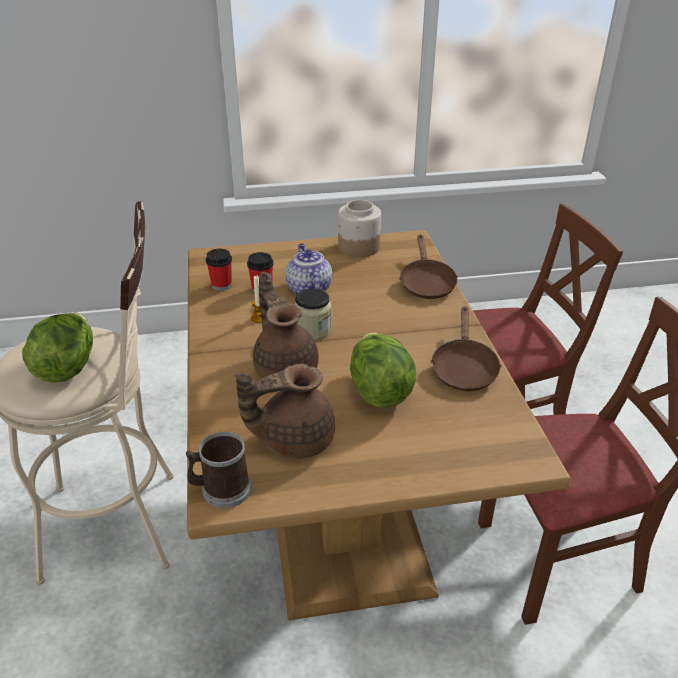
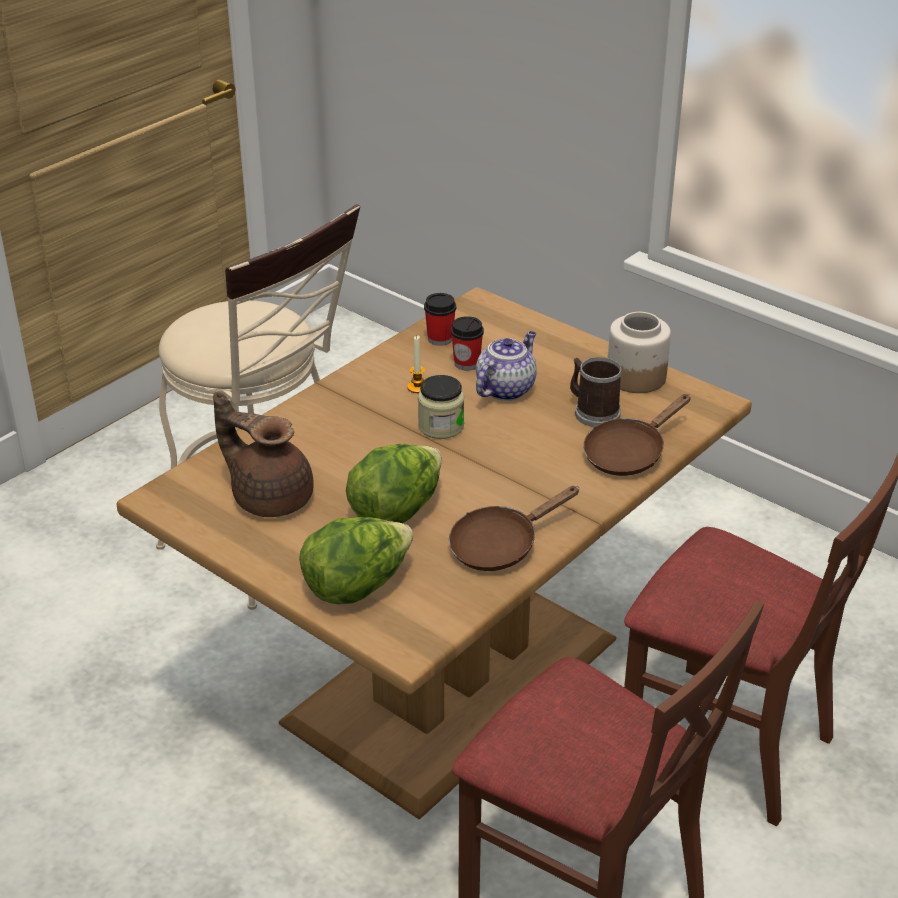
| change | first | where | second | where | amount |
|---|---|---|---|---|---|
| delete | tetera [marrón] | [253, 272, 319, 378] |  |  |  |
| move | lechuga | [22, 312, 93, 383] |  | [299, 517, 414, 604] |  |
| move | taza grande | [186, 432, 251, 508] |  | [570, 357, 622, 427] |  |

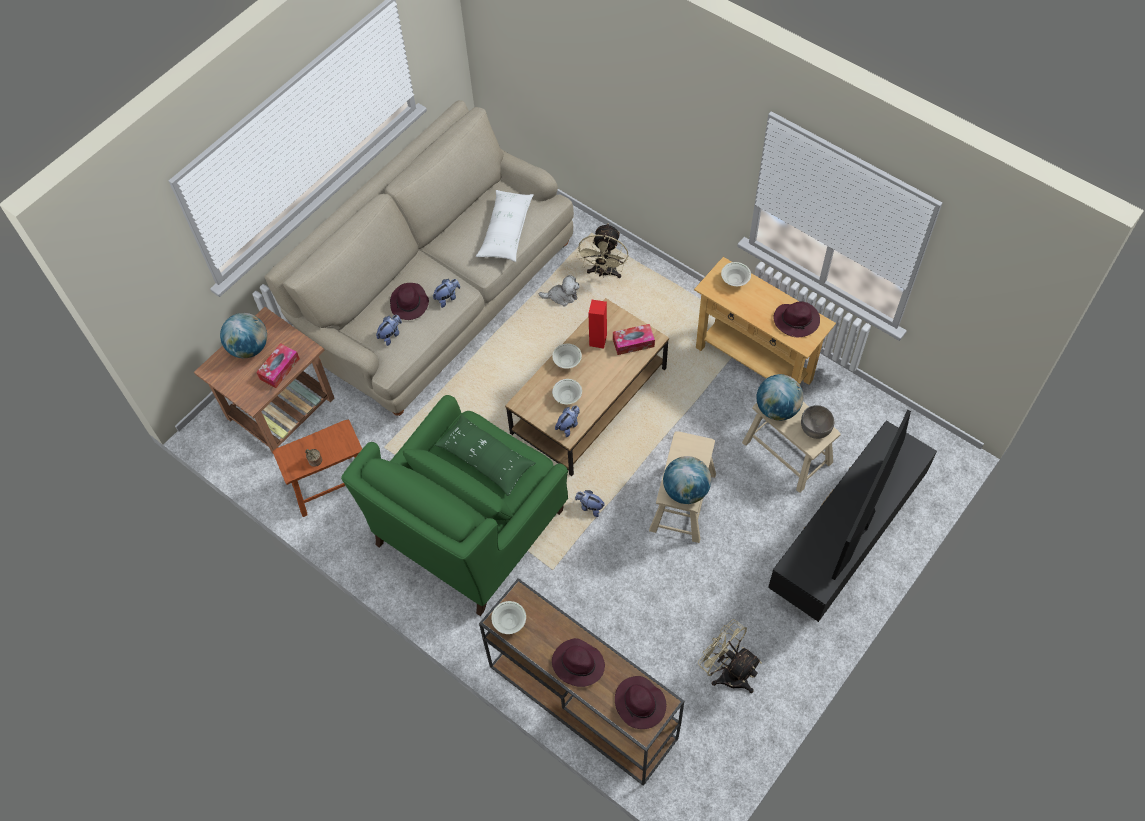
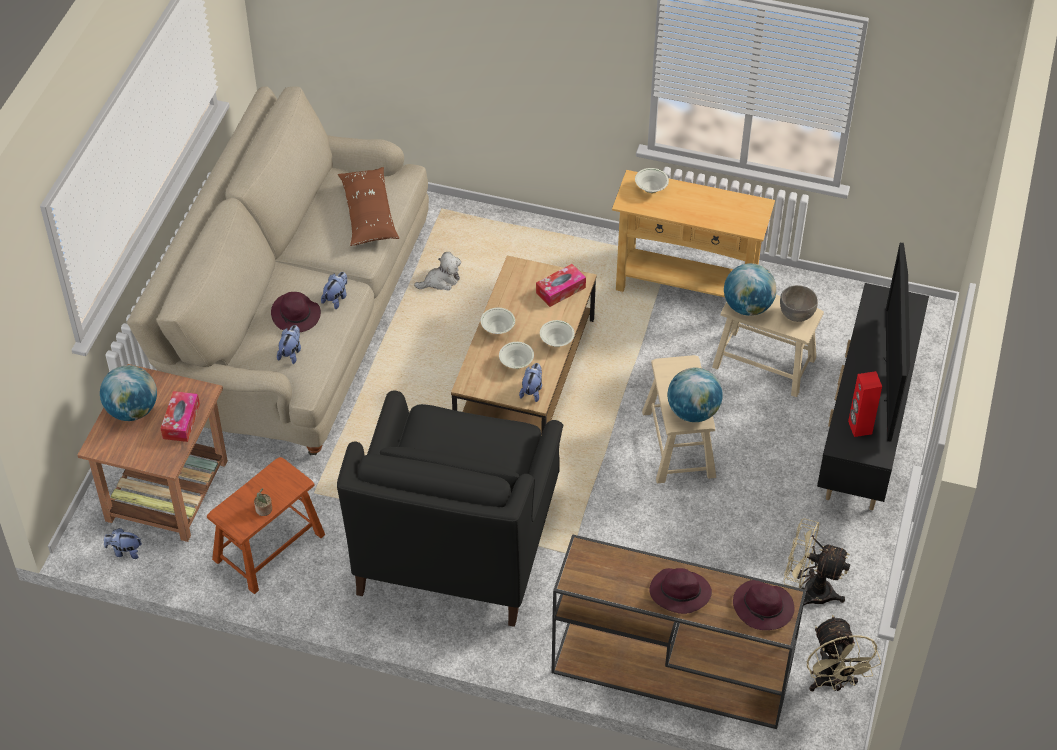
| change | first | where | second | where | amount |
|---|---|---|---|---|---|
| delete | cojín [verde] | [435, 414, 536, 496] |  |  |  |
| delete | sombrero [morado] | [773, 302, 820, 337] |  |  |  |
| move | cuenco [blanco] | [491, 601, 526, 634] |  | [540, 320, 575, 347] |  |
| move | peluche | [575, 490, 604, 517] |  | [104, 528, 142, 559] |  |
| move | ventilador [beis] | [577, 223, 629, 278] |  | [807, 615, 881, 691] |  |
| move | altavoz [rojo] | [588, 300, 607, 348] |  | [848, 371, 882, 437] |  |
| recolor | sillón [verde] | [341, 395, 568, 616] | sillón [negro] | [337, 391, 564, 627] |  |
| recolor | cojín [blanco] | [476, 190, 534, 262] | cojín [marrón] | [338, 167, 399, 246] |  |

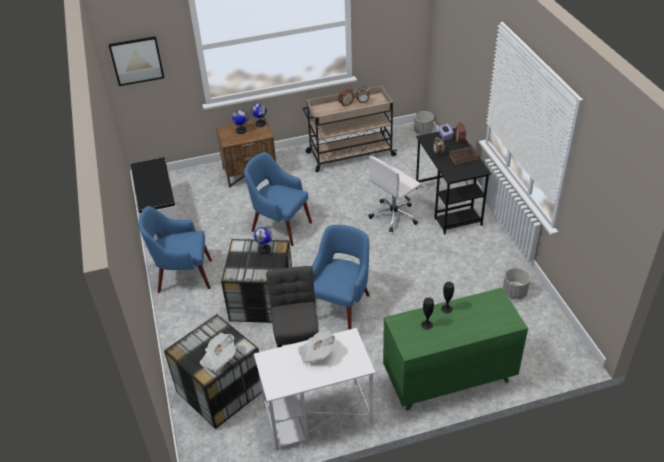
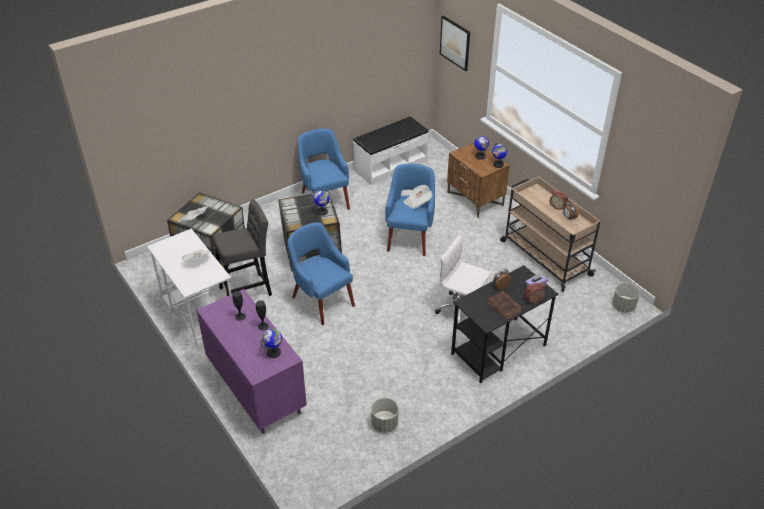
| change | first | where | second | where | amount |
|---|---|---|---|---|---|
| insert |  |  | globo terráqueo | [260, 329, 282, 358] |  |
| insert |  |  | periódico | [404, 185, 432, 209] |  |
| recolor | cómoda [verde] | [383, 288, 528, 411] | cómoda [morado] | [196, 289, 307, 433] |  |
| rotate | sillón [azul] | [312, 225, 370, 330] |  | [287, 222, 355, 325] | 135 degrees counterclockwise |

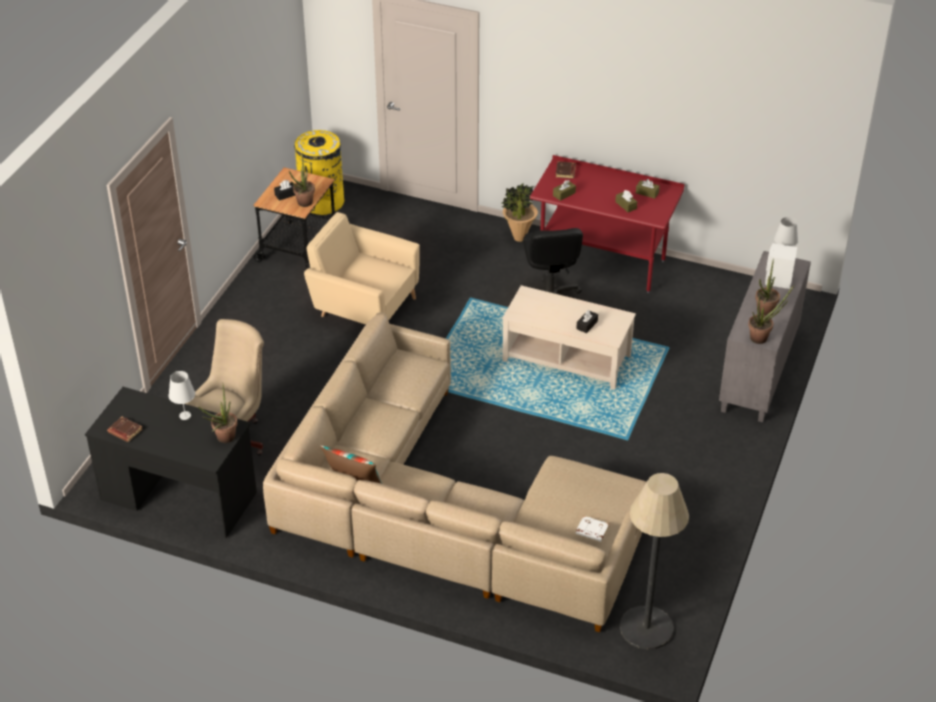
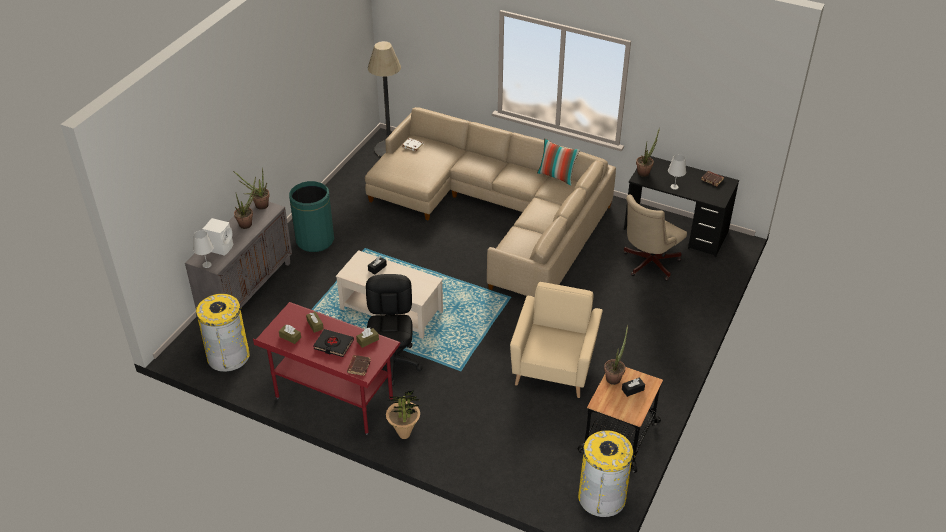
| change | first | where | second | where | amount |
|---|---|---|---|---|---|
| insert |  |  | papelera [amarillo] | [196, 294, 249, 372] |  |
| insert |  |  | papelera [verde] | [289, 181, 334, 252] |  |
| insert |  |  | libro [negro] | [313, 329, 354, 357] |  |
| rotate | sillón [beis] | [304, 212, 420, 325] |  | [510, 282, 603, 398] | 105 degrees counterclockwise |

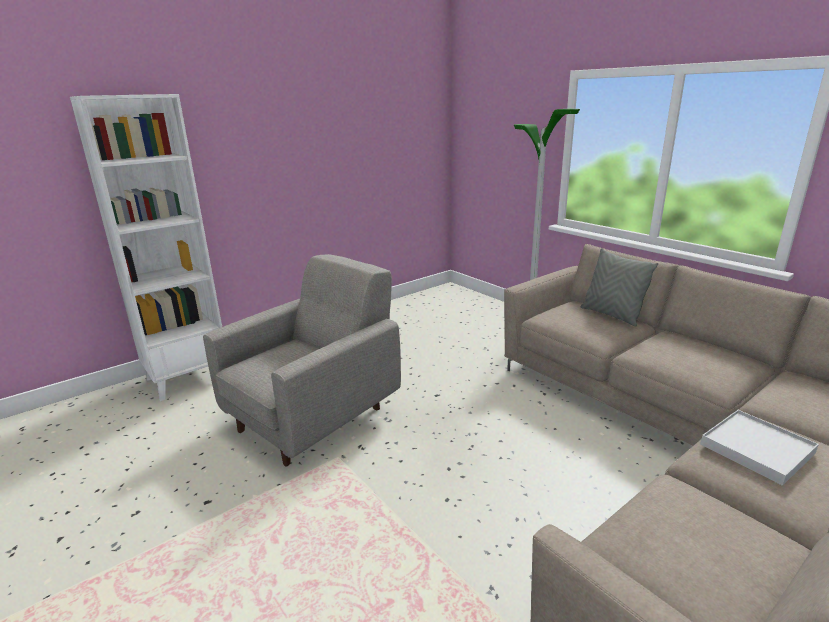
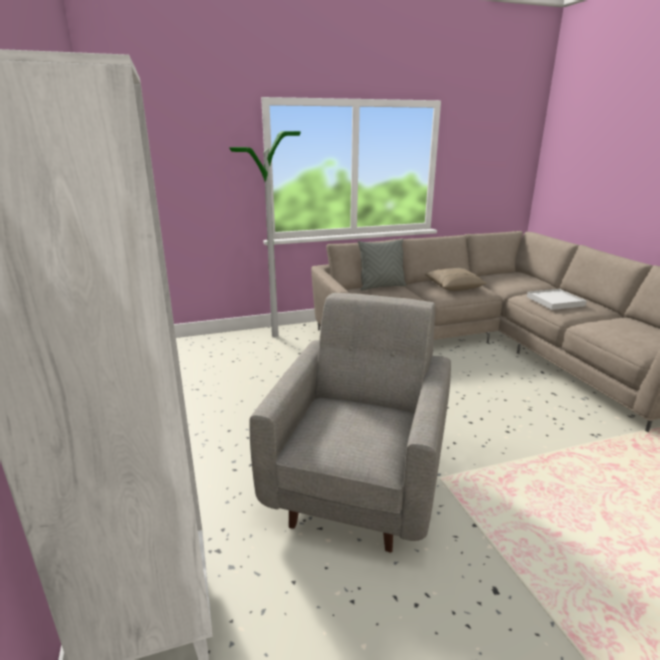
| change | first | where | second | where | amount |
|---|---|---|---|---|---|
| insert |  |  | cojín [beis] | [424, 268, 487, 291] |  |
| rotate | sillón [gris] | [203, 254, 401, 467] |  | [250, 293, 451, 553] | 45 degrees clockwise |

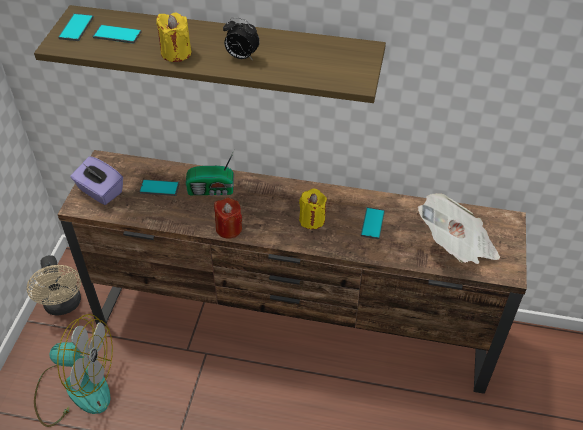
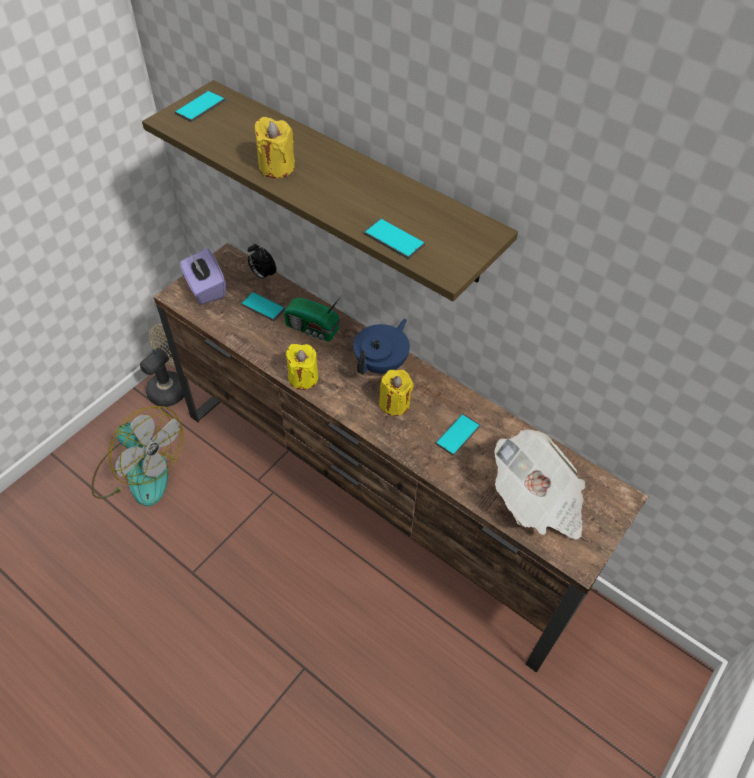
| change | first | where | second | where | amount |
|---|---|---|---|---|---|
| insert |  |  | tetera [azul] | [353, 319, 410, 375] |  |
| move | móvil | [93, 25, 141, 44] |  | [364, 218, 425, 259] |  |
| move | despertador | [223, 17, 260, 59] |  | [248, 243, 277, 281] |  |
| recolor | vela [rojo] | [214, 198, 242, 239] | vela [amarillo] | [285, 344, 318, 390] |  |
| rotate | ventilador [beis] | [27, 255, 81, 316] |  | [140, 324, 184, 407] | 150 degrees counterclockwise |

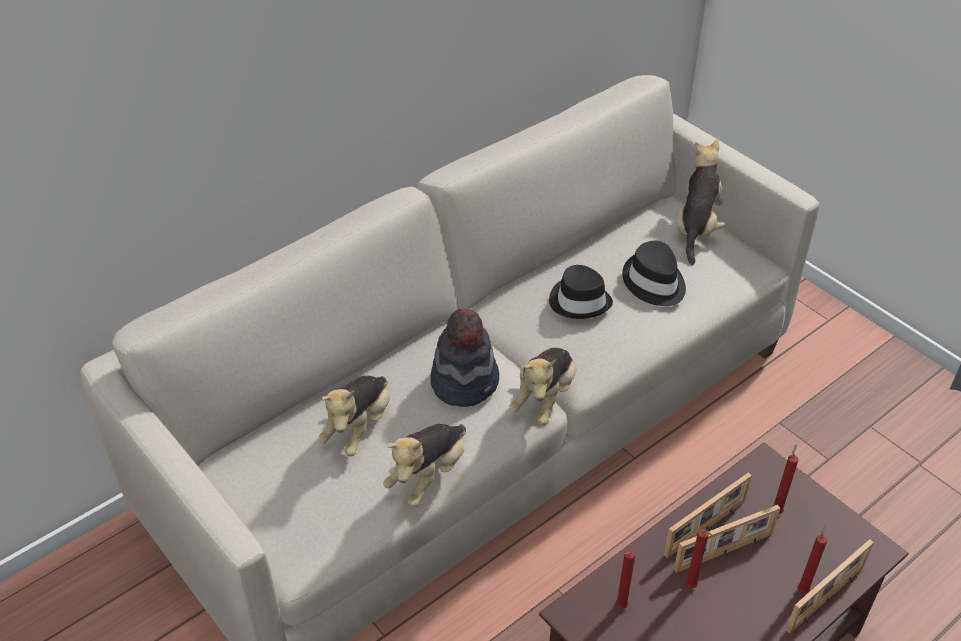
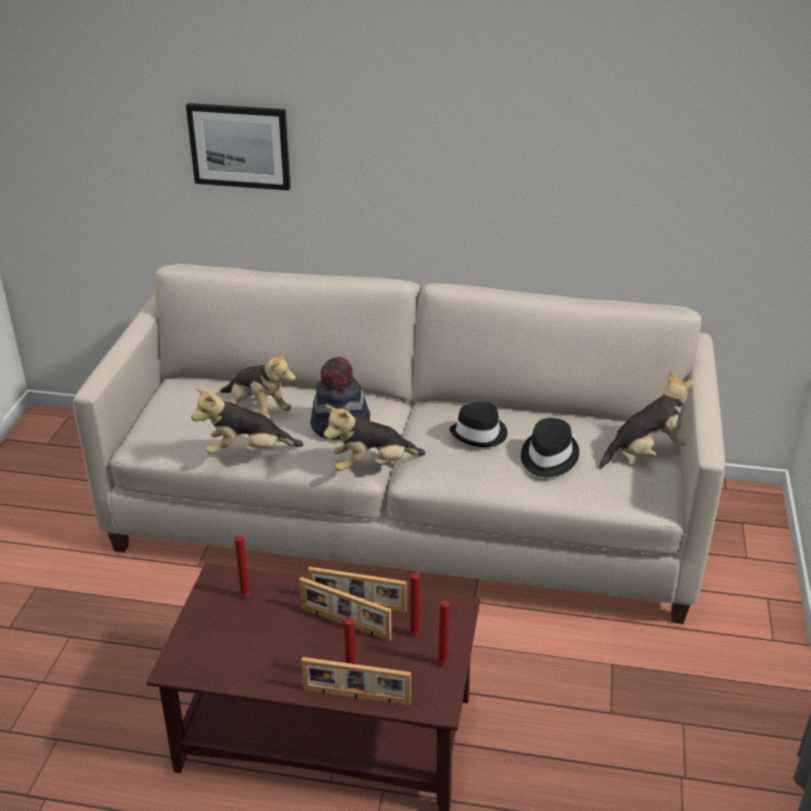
| change | first | where | second | where | amount |
|---|---|---|---|---|---|
| insert |  |  | cuadro | [186, 103, 291, 191] |  |
| move | vela [rojo] | [685, 529, 712, 588] |  | [437, 600, 450, 664] |  |
| rotate | peluche | [318, 376, 390, 456] |  | [220, 348, 296, 419] | 120 degrees counterclockwise |

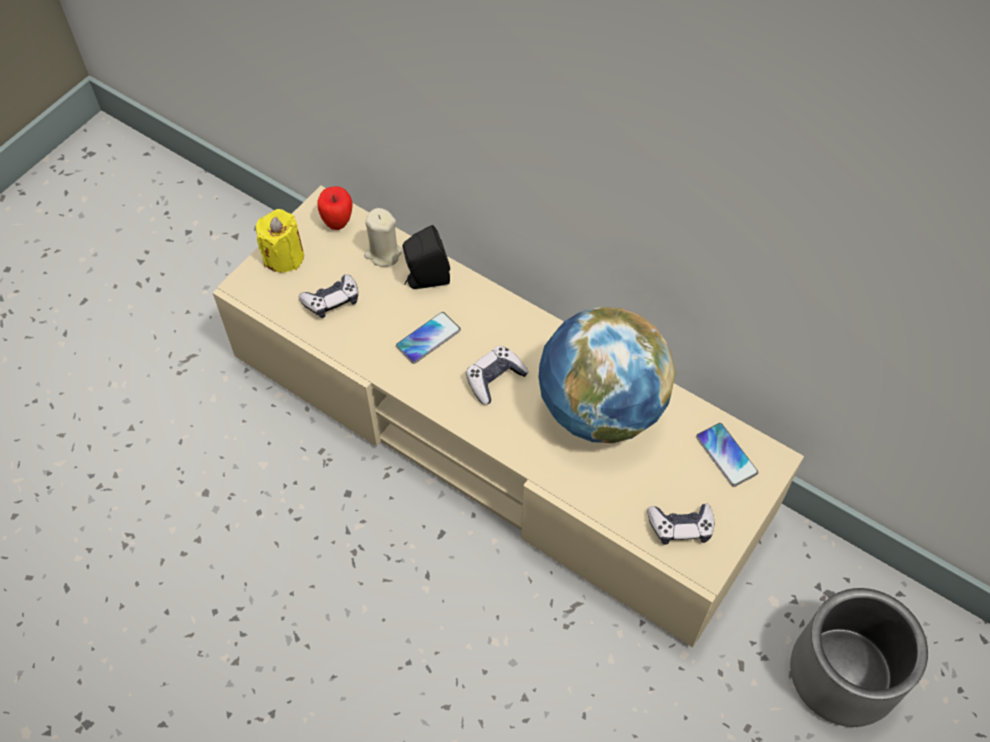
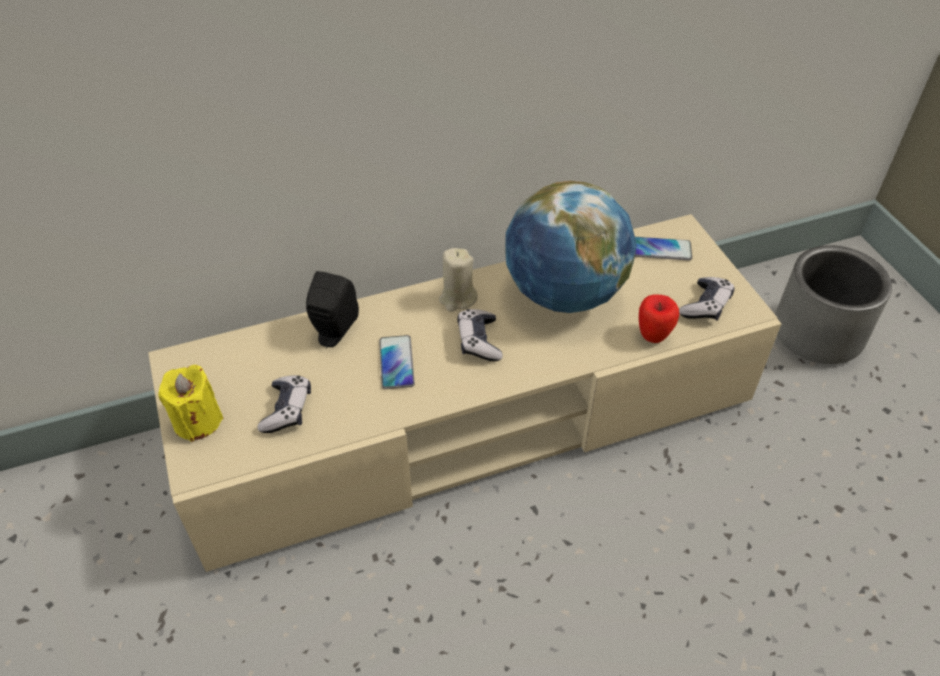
| change | first | where | second | where | amount |
|---|---|---|---|---|---|
| move | manzana | [317, 186, 352, 230] |  | [639, 294, 679, 343] |  |
| move | vela [beis] | [364, 208, 403, 267] |  | [439, 248, 478, 312] |  |

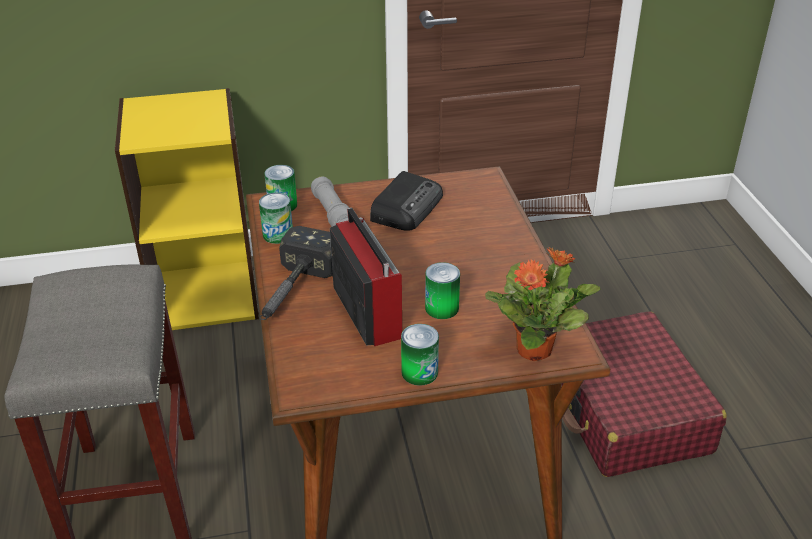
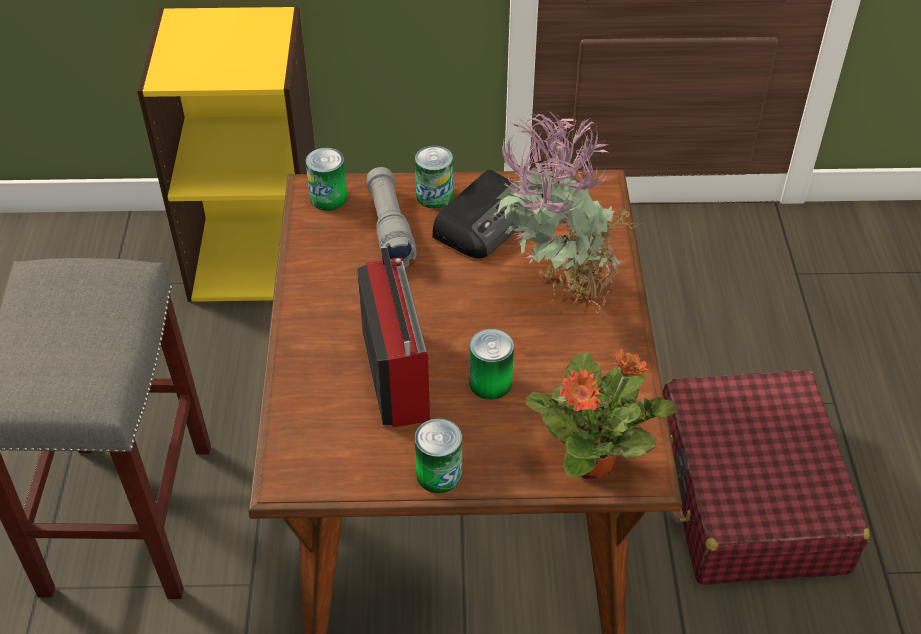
| change | first | where | second | where | amount |
|---|---|---|---|---|---|
| delete | martillo | [259, 226, 333, 320] |  |  |  |
| insert |  |  | planta en maceta | [496, 111, 639, 313] |  |
| move | lata | [259, 193, 293, 244] |  | [415, 146, 453, 209] |  |

